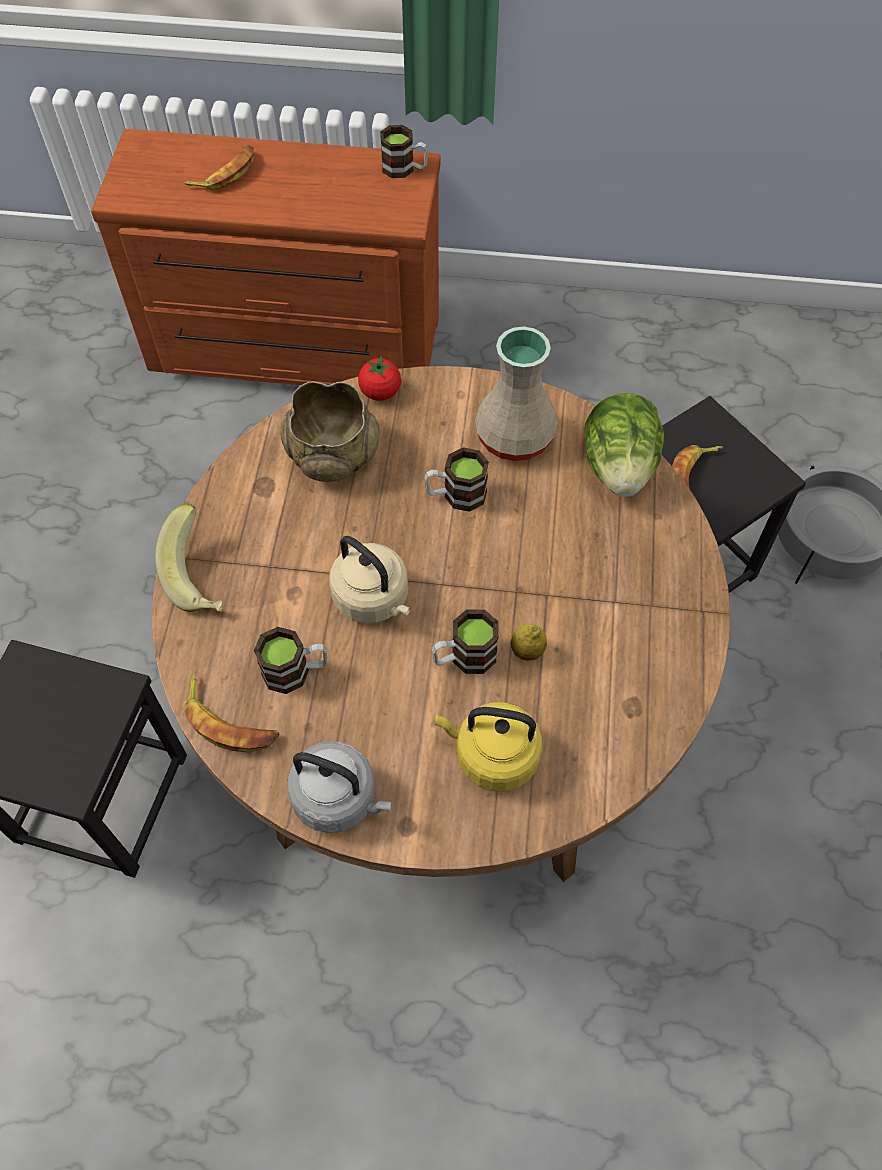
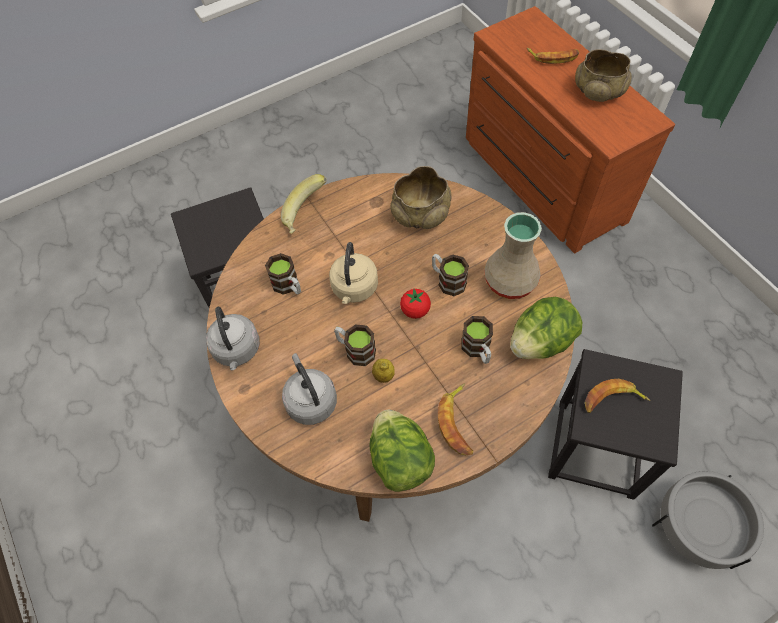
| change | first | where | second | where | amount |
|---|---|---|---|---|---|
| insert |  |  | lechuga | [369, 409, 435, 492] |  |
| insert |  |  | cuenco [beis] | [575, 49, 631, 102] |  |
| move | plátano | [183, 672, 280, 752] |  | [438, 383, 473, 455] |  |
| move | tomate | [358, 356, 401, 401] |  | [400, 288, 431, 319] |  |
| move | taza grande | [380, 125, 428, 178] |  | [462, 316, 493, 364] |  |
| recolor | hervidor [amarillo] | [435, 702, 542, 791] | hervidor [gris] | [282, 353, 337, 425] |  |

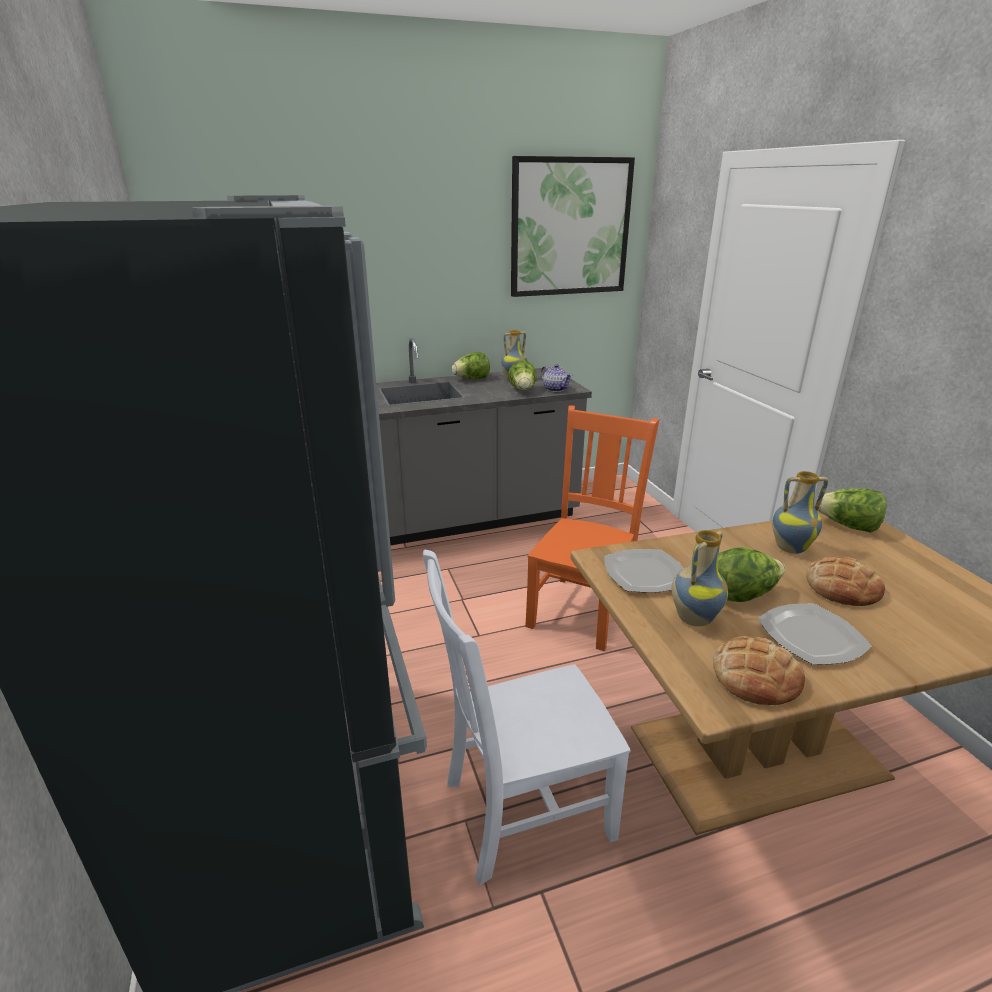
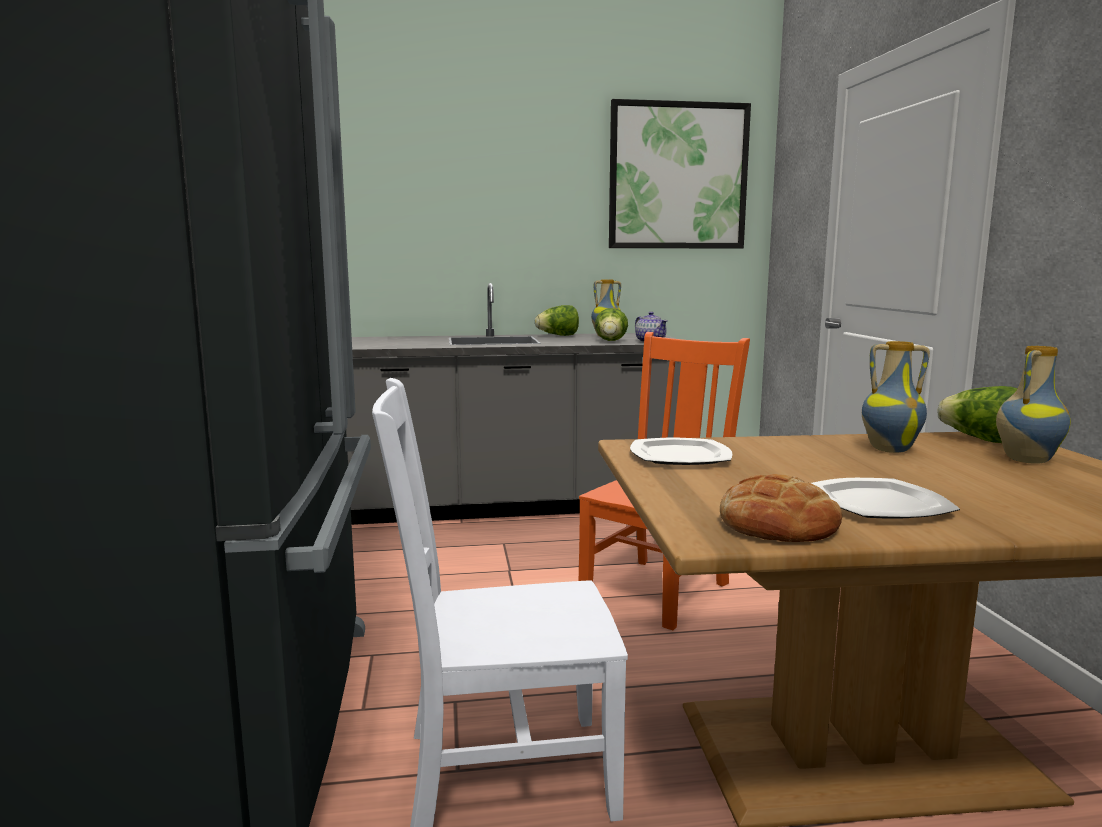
| change | first | where | second | where | amount |
|---|---|---|---|---|---|
| delete | lechuga | [718, 547, 786, 602] |  |  |  |
| delete | pan | [806, 556, 885, 606] |  |  |  |
| move | florero | [671, 530, 728, 627] |  | [996, 346, 1071, 464] |  |

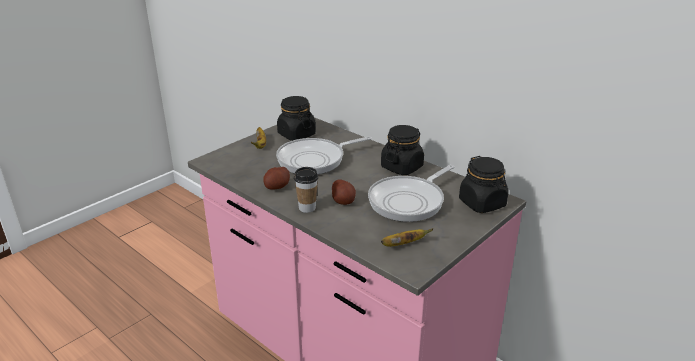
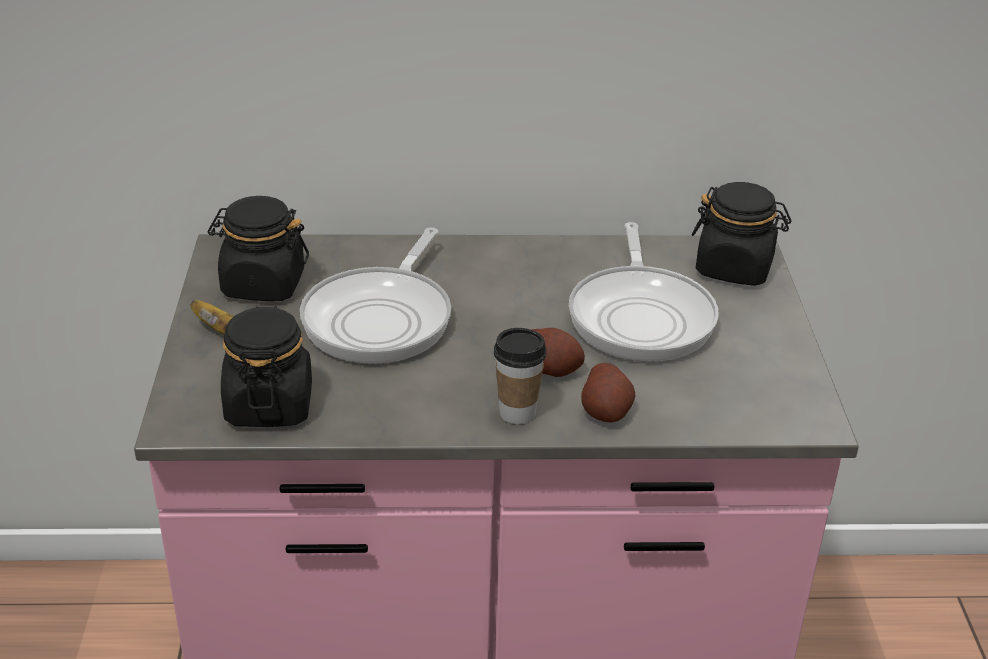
| change | first | where | second | where | amount |
|---|---|---|---|---|---|
| delete | plátano | [381, 228, 433, 247] |  |  |  |
| move | patata | [263, 167, 290, 190] |  | [581, 363, 635, 422] |  |
| move | tarro [negro] | [381, 125, 424, 175] |  | [221, 306, 312, 427] |  |

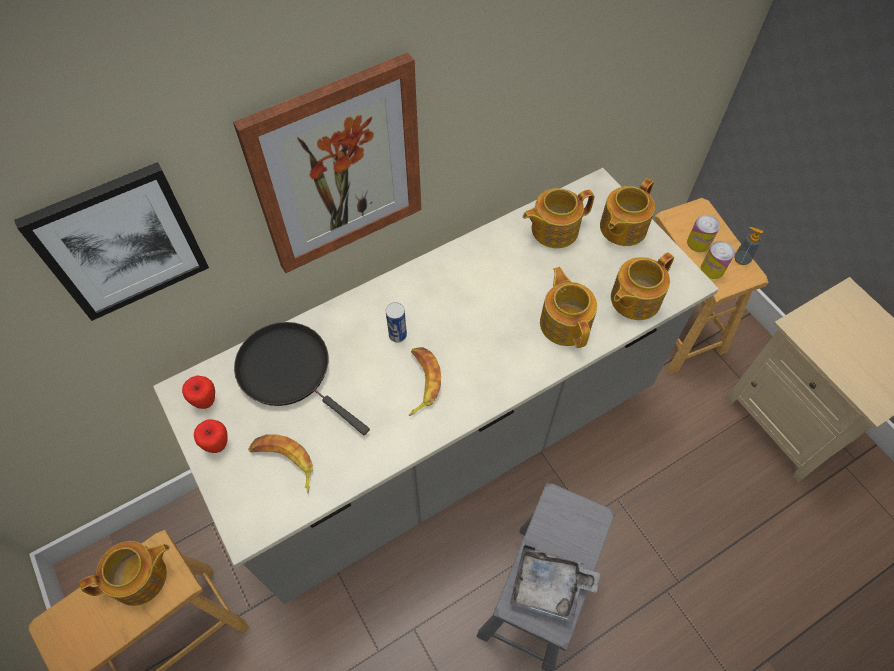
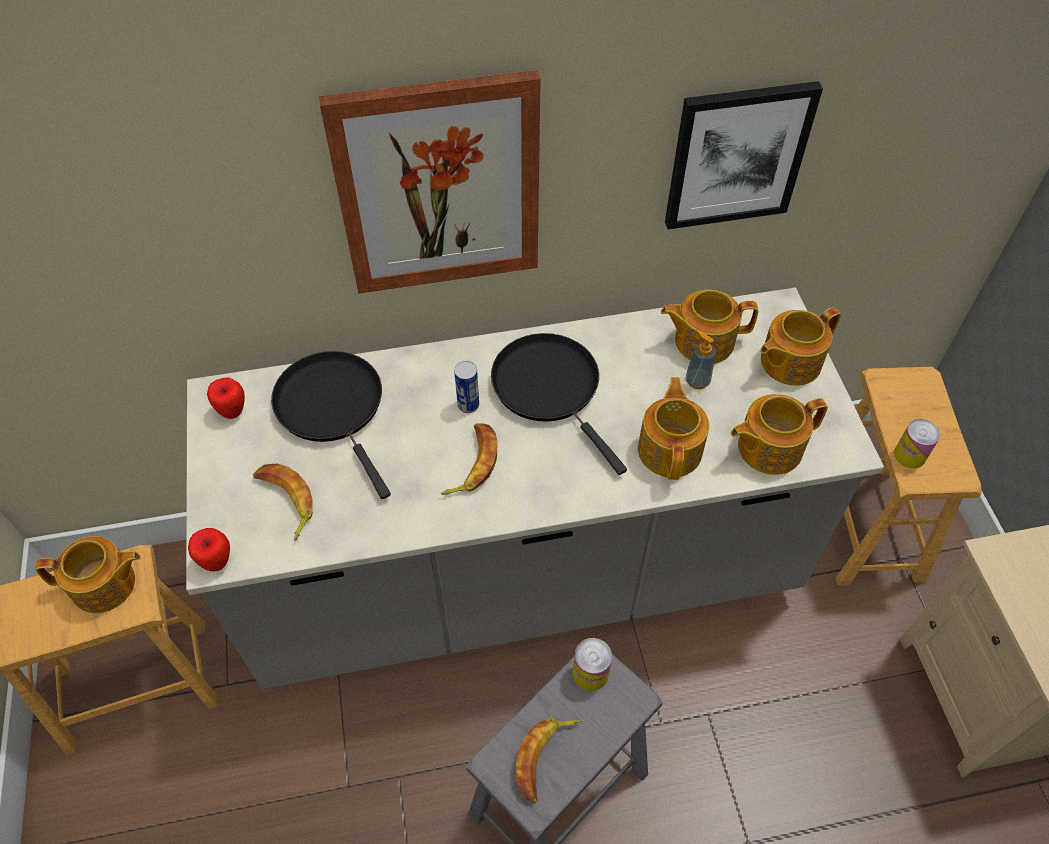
| change | first | where | second | where | amount |
|---|---|---|---|---|---|
| insert |  |  | sartén [negro] | [491, 333, 627, 475] |  |
| move | cuadro | [14, 162, 209, 321] |  | [665, 81, 823, 230] |  |
| move | manzana | [194, 419, 228, 453] |  | [188, 528, 230, 571] |  |
| move | lata | [687, 215, 720, 252] |  | [573, 638, 612, 691] |  |
| move | dispensador de jabón | [734, 227, 763, 265] |  | [686, 330, 716, 389] |  |
| replace | bandeja [gris] | [510, 545, 600, 623] | plátano | [516, 718, 582, 804] |  |

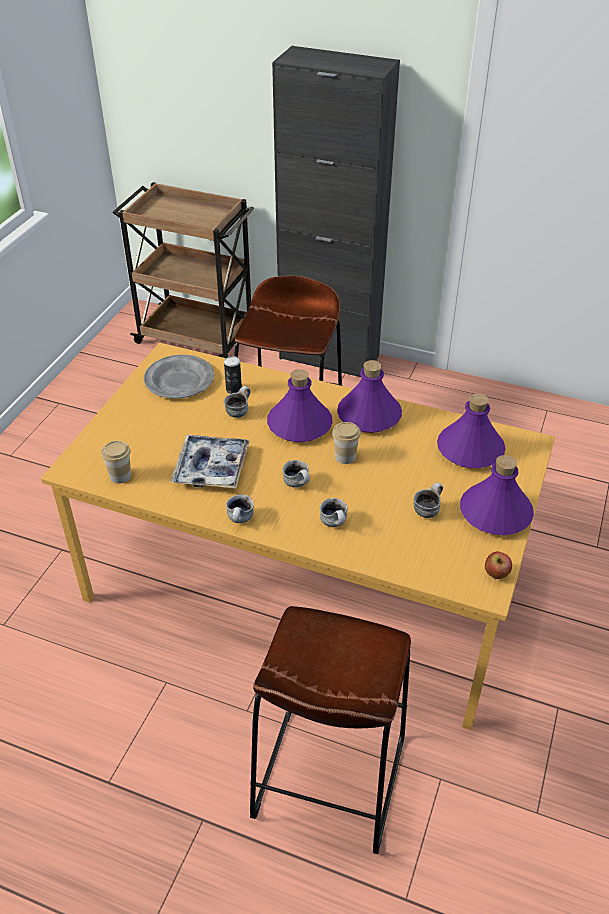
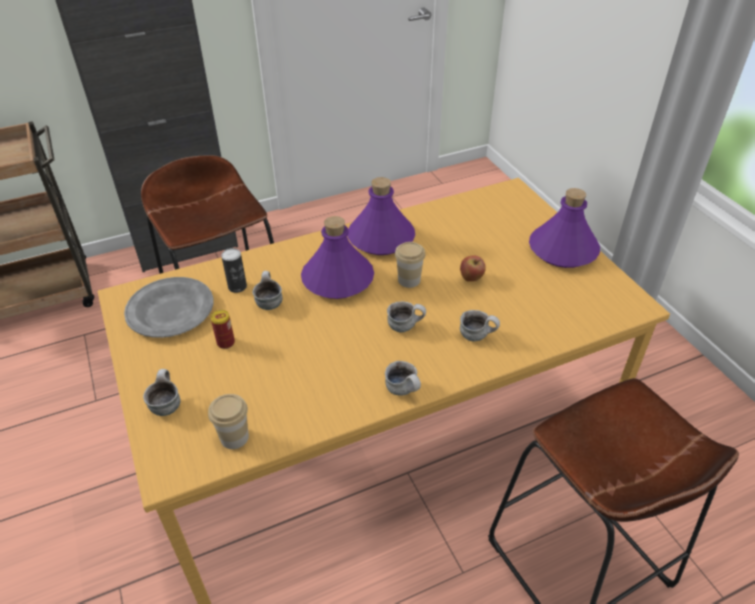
| change | first | where | second | where | amount |
|---|---|---|---|---|---|
| delete | bandeja | [171, 435, 250, 488] |  |  |  |
| delete | botella [morado] | [437, 393, 505, 468] |  |  |  |
| insert |  |  | lata | [211, 310, 235, 349] |  |
| move | taza grande | [414, 482, 443, 518] |  | [143, 369, 181, 416] |  |
| move | manzana | [485, 552, 512, 579] |  | [460, 255, 486, 282] |  |

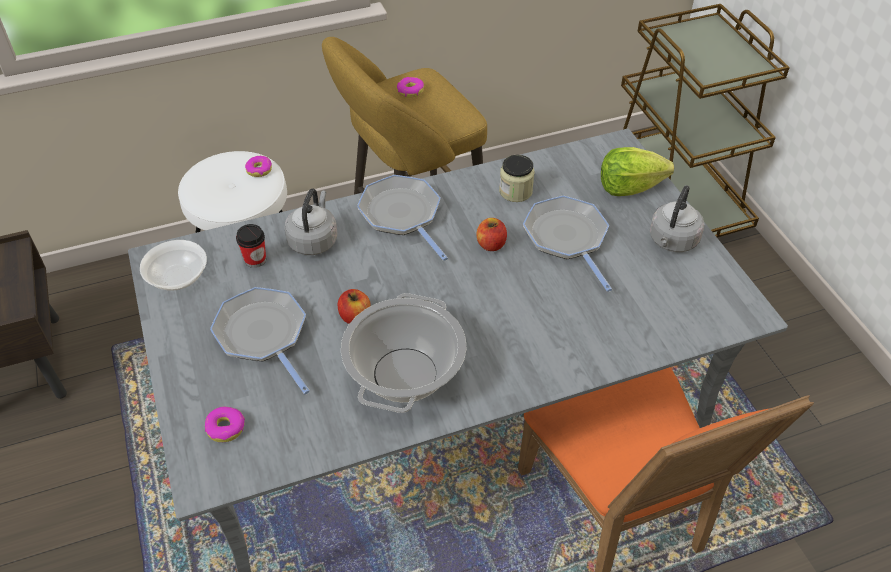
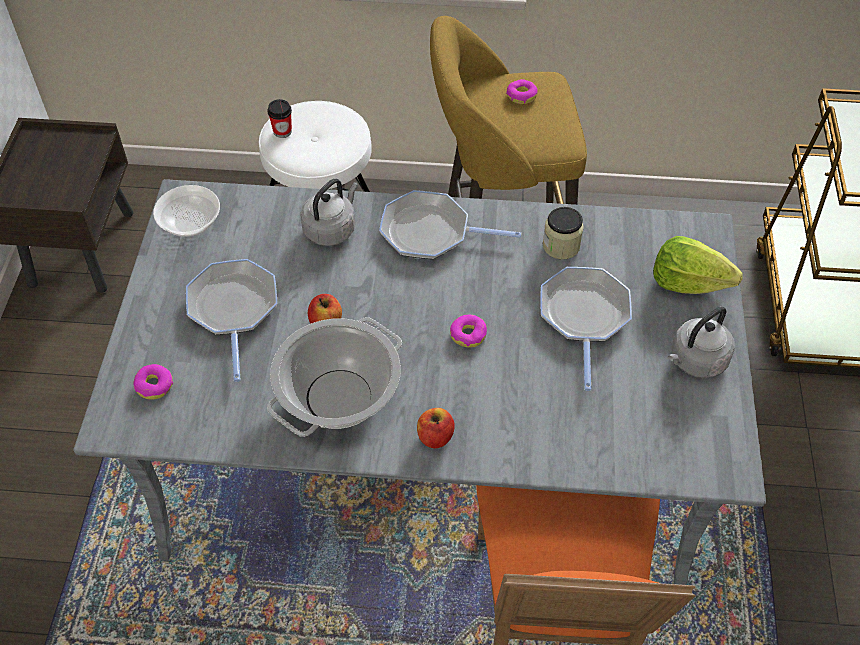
| change | first | where | second | where | amount |
|---|---|---|---|---|---|
| move | taza | [236, 224, 266, 268] |  | [267, 99, 292, 138] |  |
| move | rosquilla | [245, 156, 272, 177] |  | [450, 314, 487, 348] |  |
| move | manzana | [477, 218, 507, 251] |  | [417, 408, 455, 448] |  |
| rotate | sartén | [357, 175, 448, 261] |  | [379, 190, 521, 259] | 75 degrees counterclockwise |

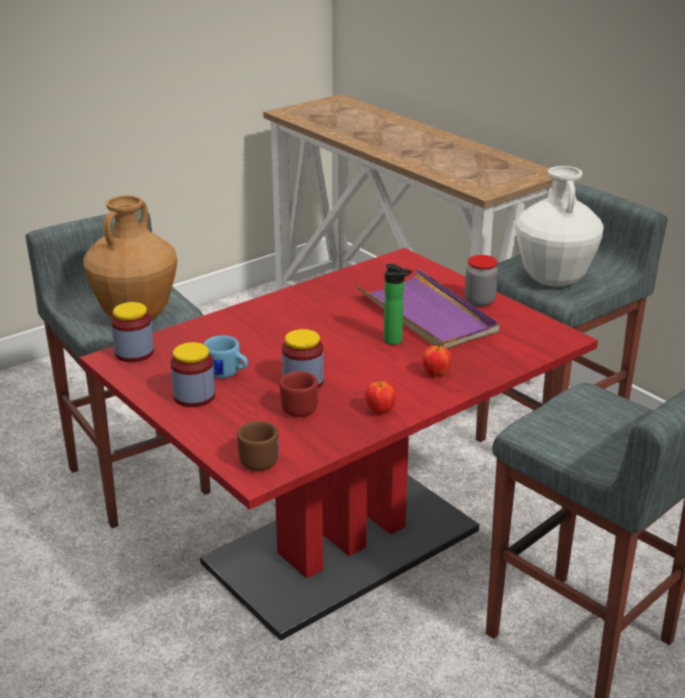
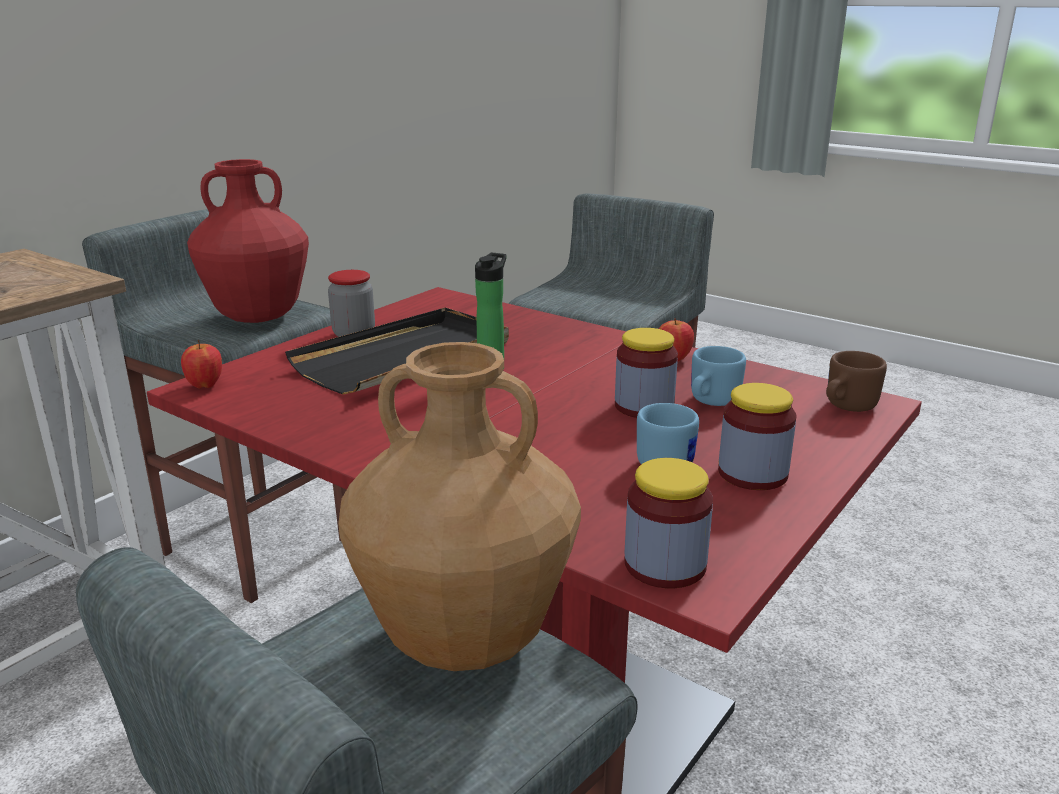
| change | first | where | second | where | amount |
|---|---|---|---|---|---|
| move | manzana | [422, 345, 451, 377] |  | [181, 340, 222, 388] |  |
| recolor | taza grande [rojo] | [280, 371, 318, 417] | taza grande [azul] | [691, 346, 746, 406] |  |
| recolor | bandeja [morado] | [357, 269, 499, 349] | bandeja [negro] | [285, 308, 509, 394] |  |
| recolor | florero [blanco] | [516, 166, 604, 287] | florero [rojo] | [187, 159, 309, 323] |  |

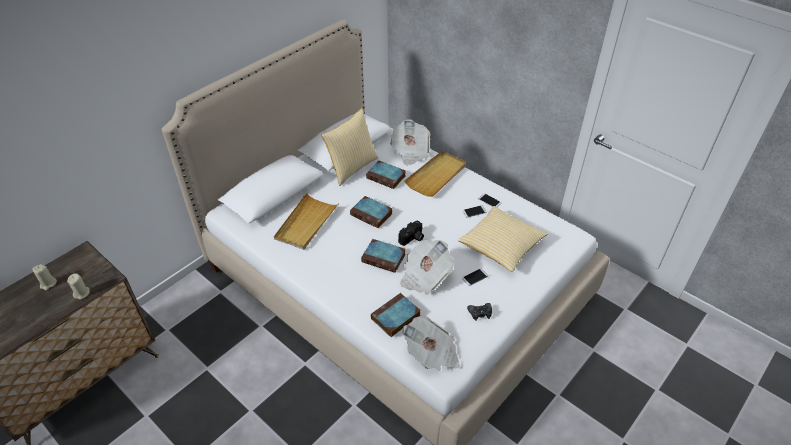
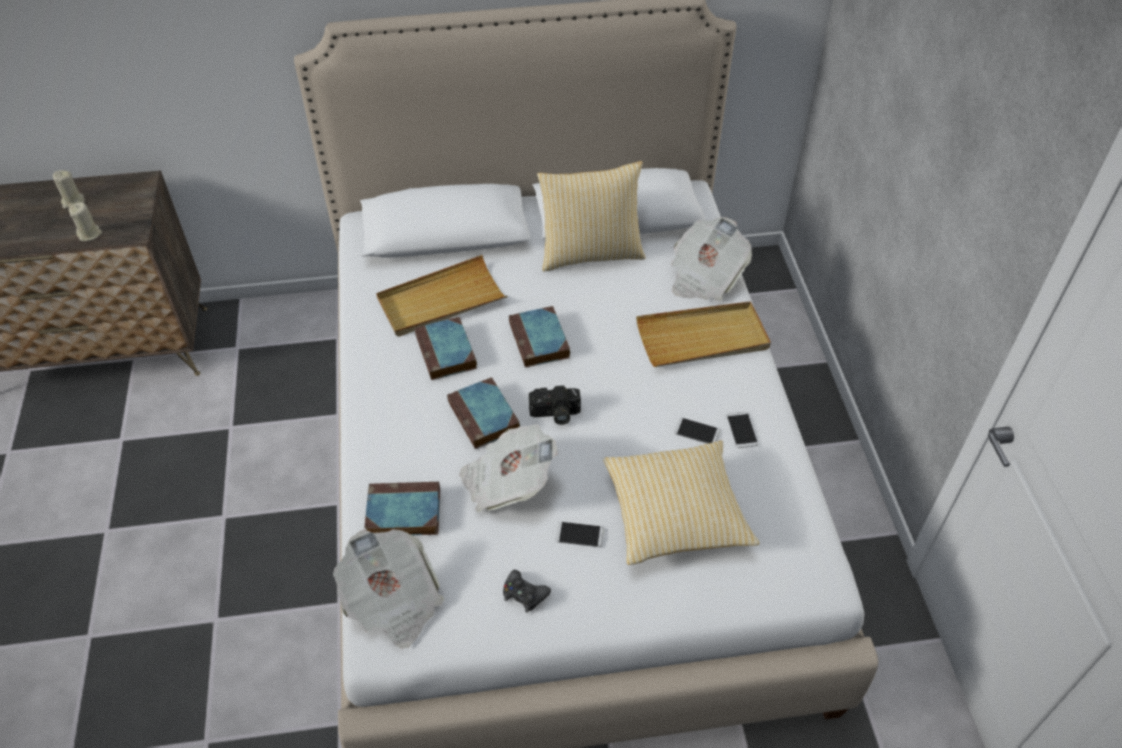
| change | first | where | second | where | amount |
|---|---|---|---|---|---|
| move | libro | [366, 161, 406, 189] |  | [414, 317, 477, 380] |  |

